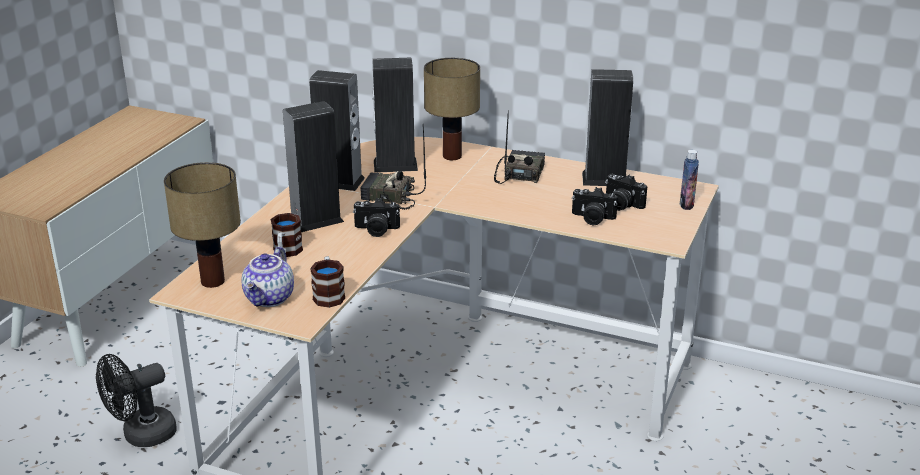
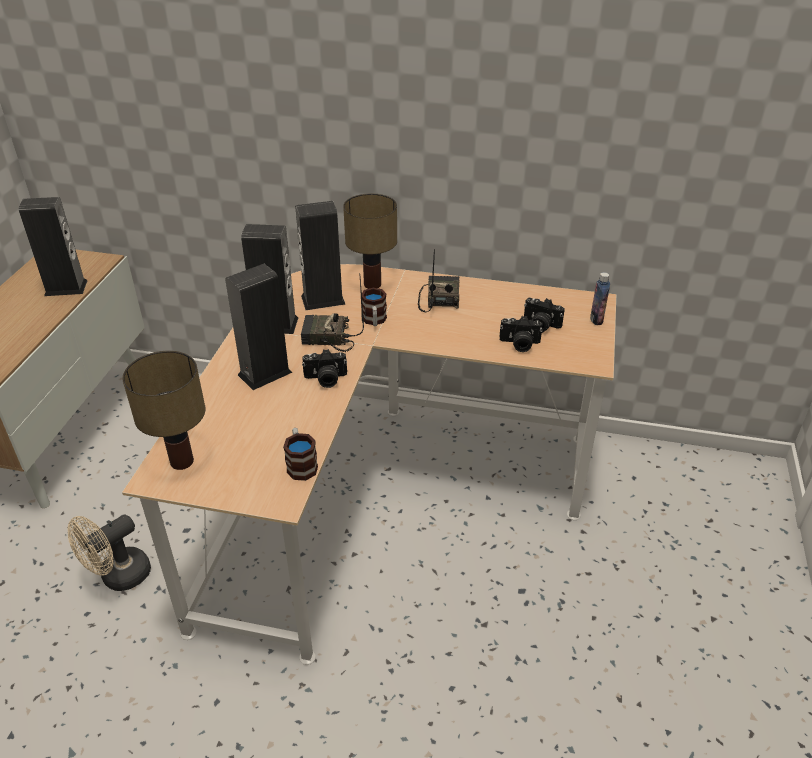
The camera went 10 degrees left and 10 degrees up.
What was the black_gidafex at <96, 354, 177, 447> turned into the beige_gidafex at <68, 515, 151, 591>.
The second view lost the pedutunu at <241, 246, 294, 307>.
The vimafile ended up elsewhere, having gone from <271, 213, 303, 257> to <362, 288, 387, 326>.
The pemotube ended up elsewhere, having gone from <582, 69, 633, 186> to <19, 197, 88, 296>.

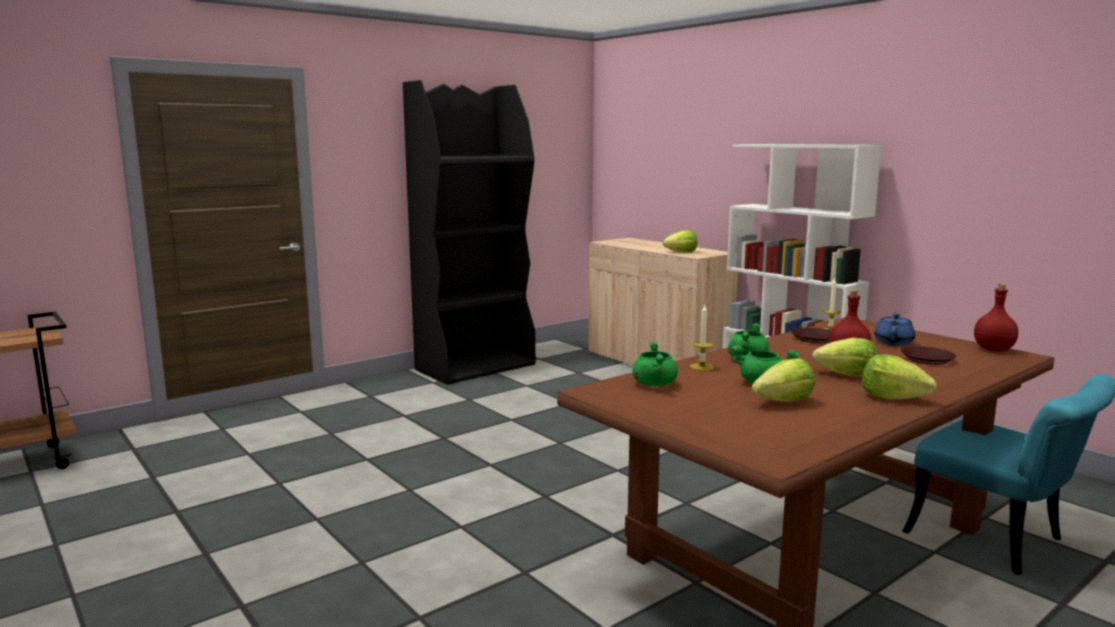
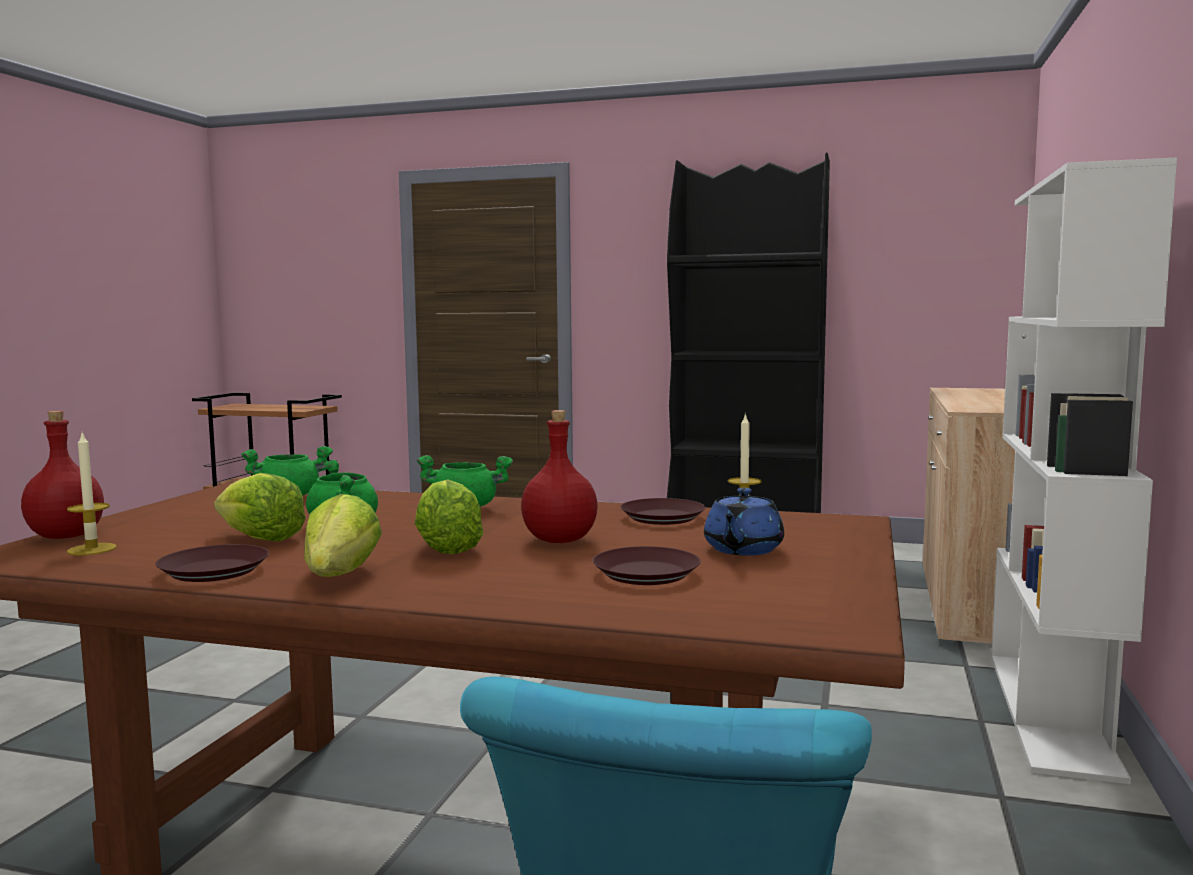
The camera went 55 degrees right and 5 degrees down.
The second view lost the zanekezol at <663, 230, 697, 253>.
The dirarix ended up elsewhere, having gone from <690, 305, 714, 371> to <67, 432, 117, 555>.
The blue_pedutunu at <874, 314, 915, 346> ended up facing another way, 120 degrees clockwise from before.
The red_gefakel ended up elsewhere, having gone from <974, 284, 1018, 351> to <21, 411, 104, 539>.
The second view gained the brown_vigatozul at <155, 544, 269, 582>.

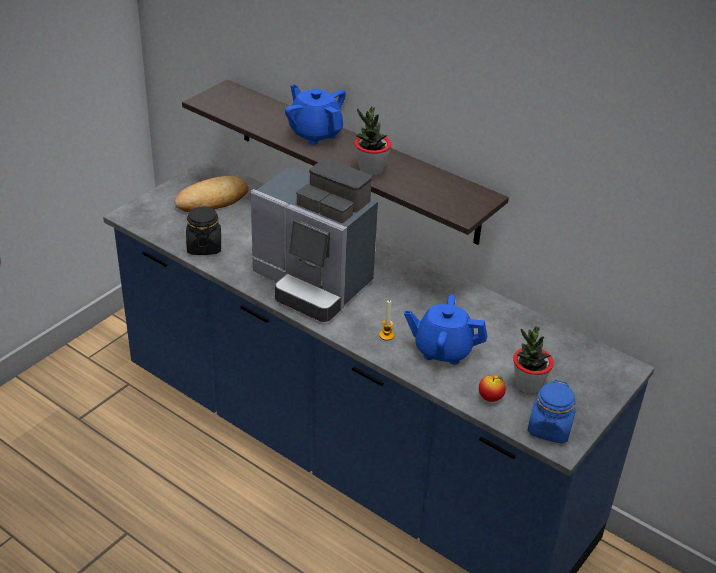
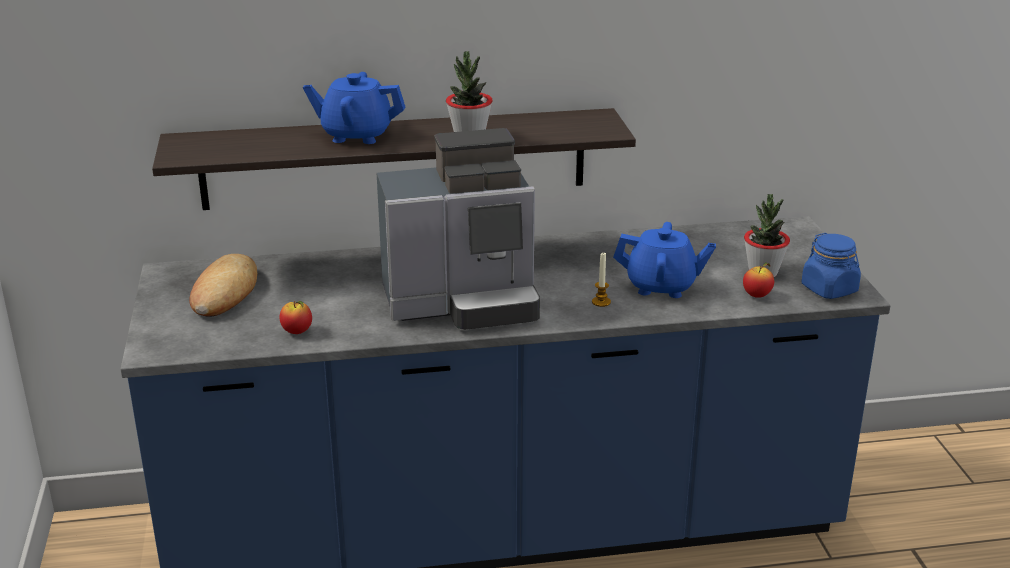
The camera went 45 degrees left and 10 degrees down.
Where the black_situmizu stood at <186, 206, 221, 255>, the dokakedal came to stand at <280, 301, 312, 334>.
The blue_pedutunu at <404, 294, 487, 365> ended up facing another way, 135 degrees counterclockwise from before.

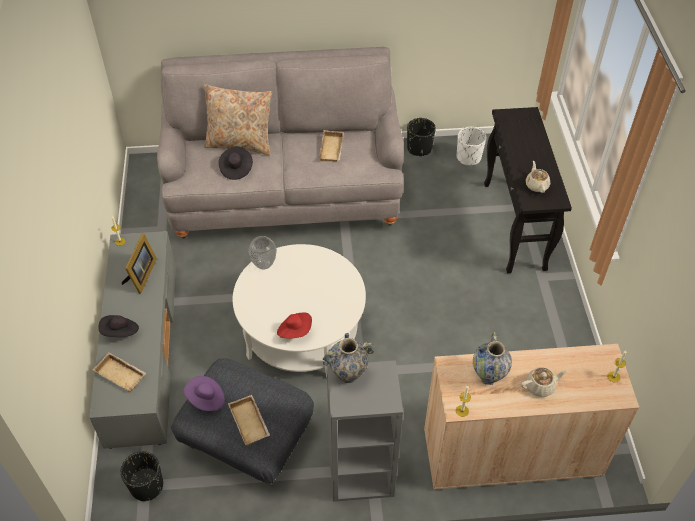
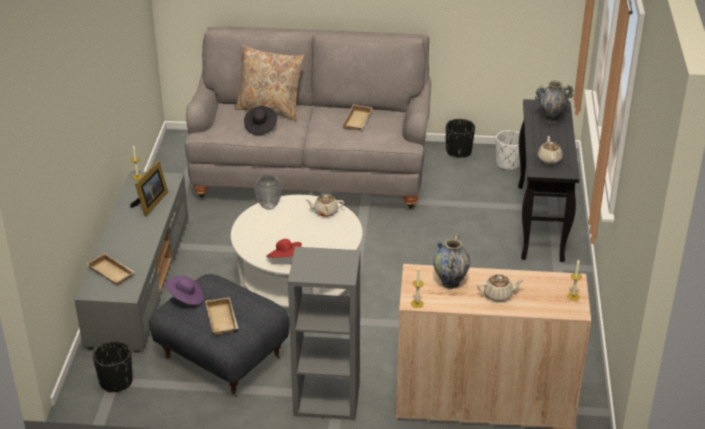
The camera went 10 degrees right and 15 degrees down.
The second view lost the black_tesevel at <98, 315, 139, 337>.
The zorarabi ended up elsewhere, having gone from <323, 333, 374, 383> to <535, 80, 574, 123>.
The second view gained the beige_pedutunu at <305, 194, 344, 217>.

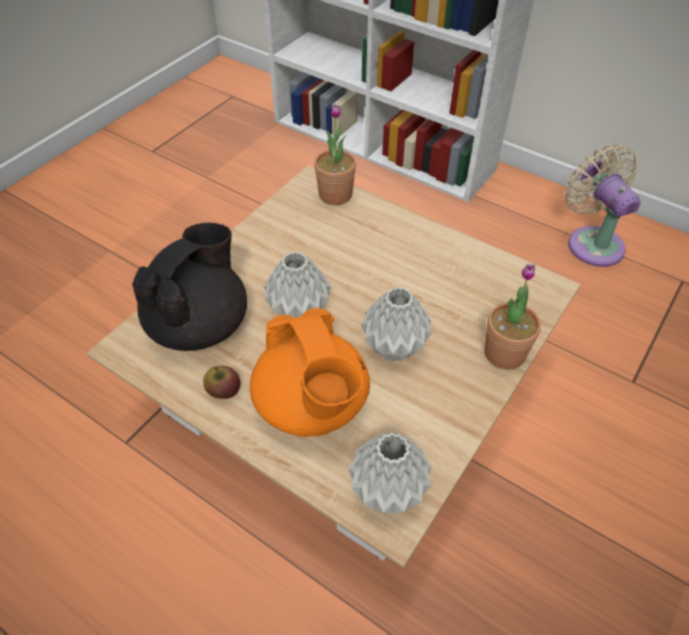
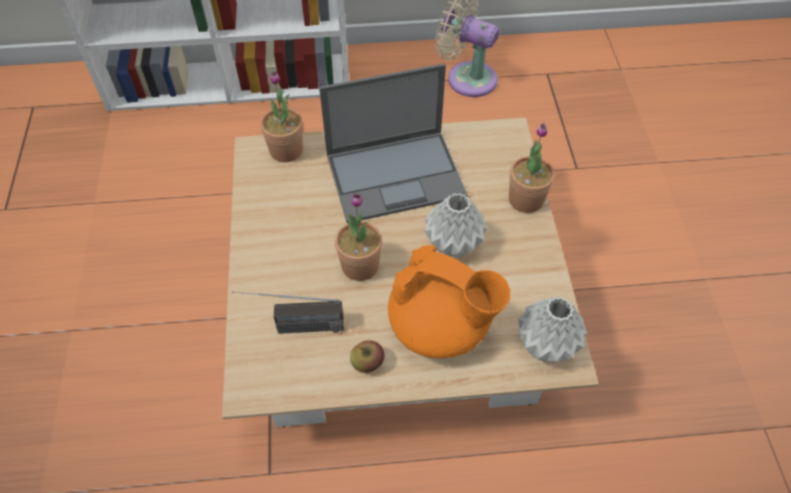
The camera went 40 degrees left and 5 degrees up.
Where the black_pedutunu stood at <132, 223, 247, 351>, the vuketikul came to stand at <232, 291, 344, 334>.
Where the grey_zorarabi stood at <264, 251, 331, 318>, the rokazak came to stand at <335, 193, 382, 281>.
The second view gained the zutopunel at <319, 63, 468, 223>.

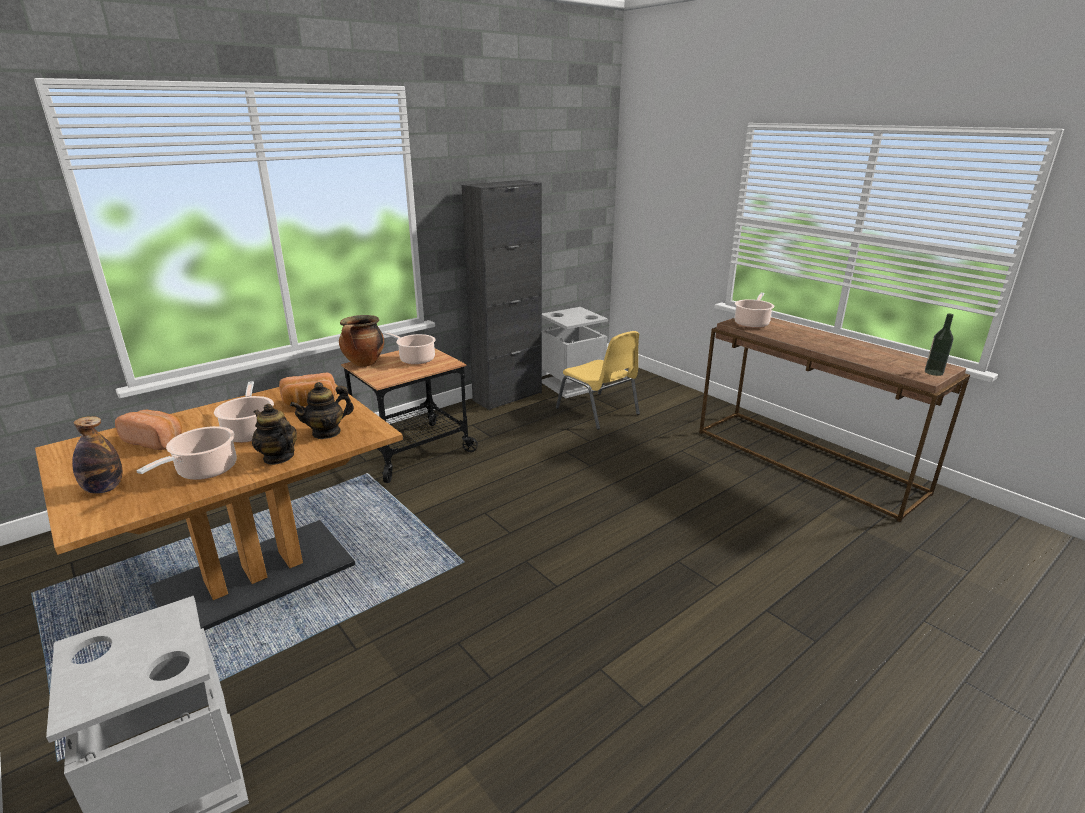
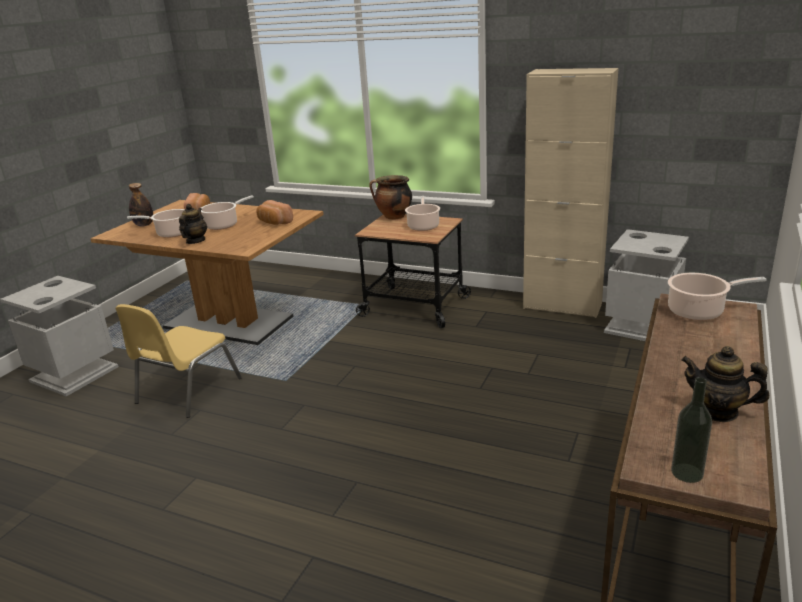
The camera went 65 degrees right and 0 degrees up.
The pedutunu ended up elsewhere, having gone from <290, 382, 354, 439> to <681, 346, 769, 422>.
What was the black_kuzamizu at <462, 180, 542, 410> turned into the beige_kuzamizu at <523, 68, 619, 318>.
The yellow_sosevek ended up elsewhere, having gone from <556, 331, 640, 430> to <115, 304, 242, 418>.

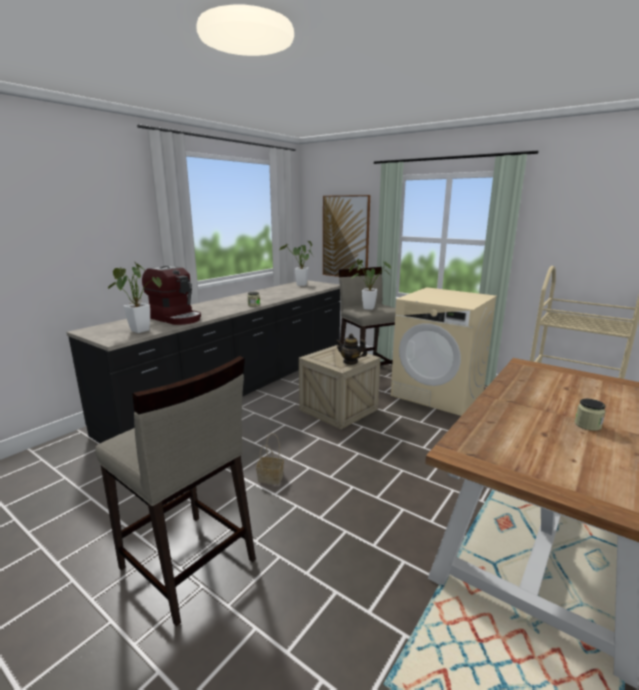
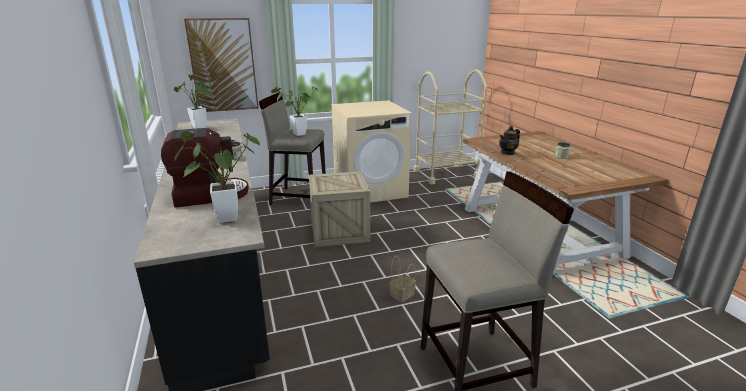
The camera went 55 degrees left and 5 degrees up.
The pedutunu ended up elsewhere, having gone from <336, 334, 367, 365> to <499, 126, 520, 155>.

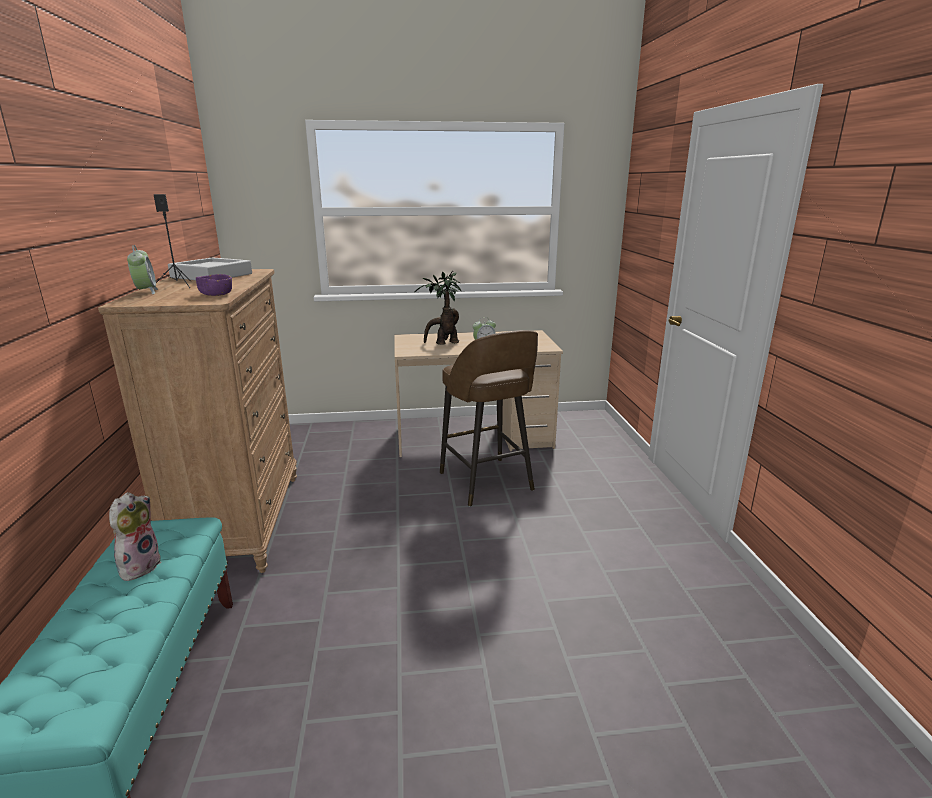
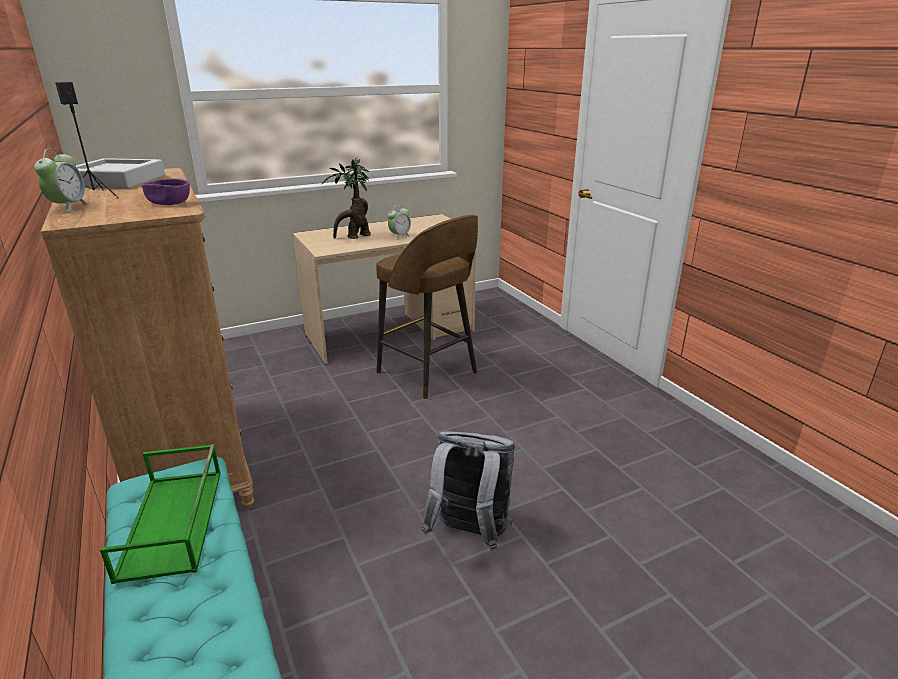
The camera went 20 degrees left and 5 degrees up.
Where the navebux stood at <109, 492, 162, 581>, the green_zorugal came to stand at <100, 444, 221, 584>.
The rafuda at <127, 245, 158, 294> ended up facing another way, 45 degrees clockwise from before.
The second view gained the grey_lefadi at <422, 431, 515, 551>.

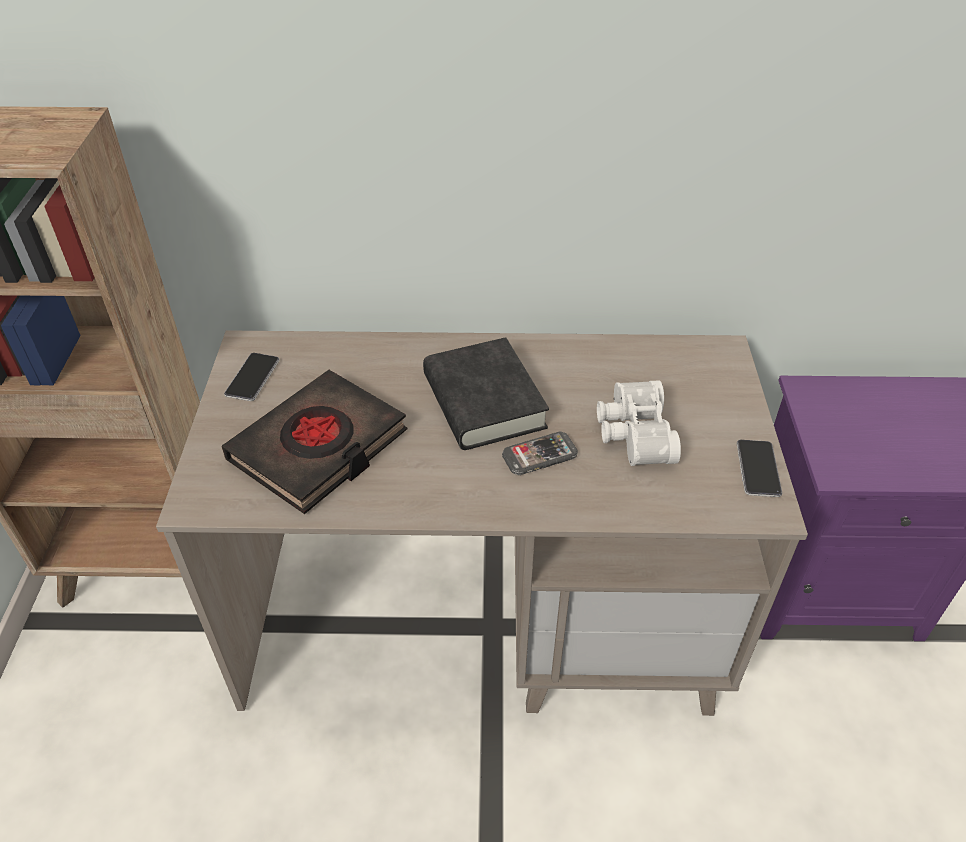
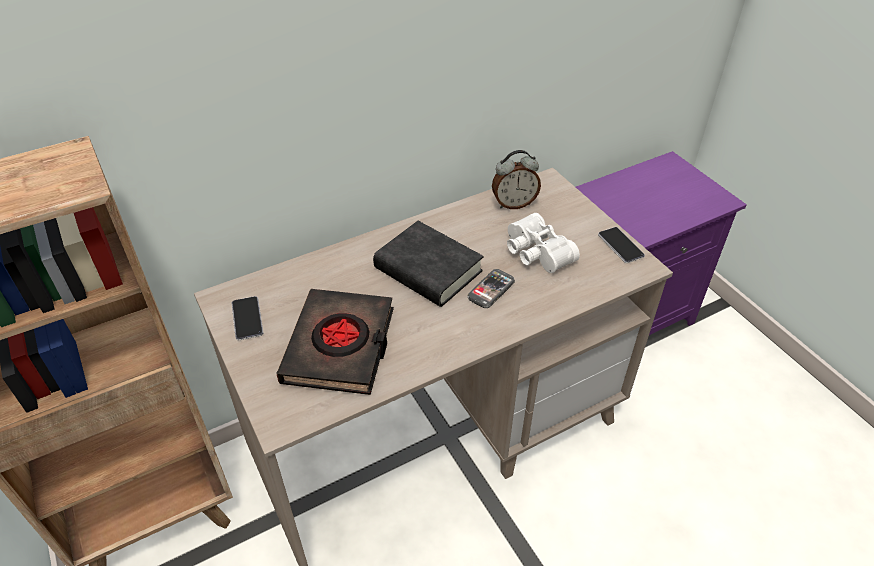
The camera went 30 degrees left and 0 degrees up.
The second view gained the rafuda at <492, 150, 541, 209>.

